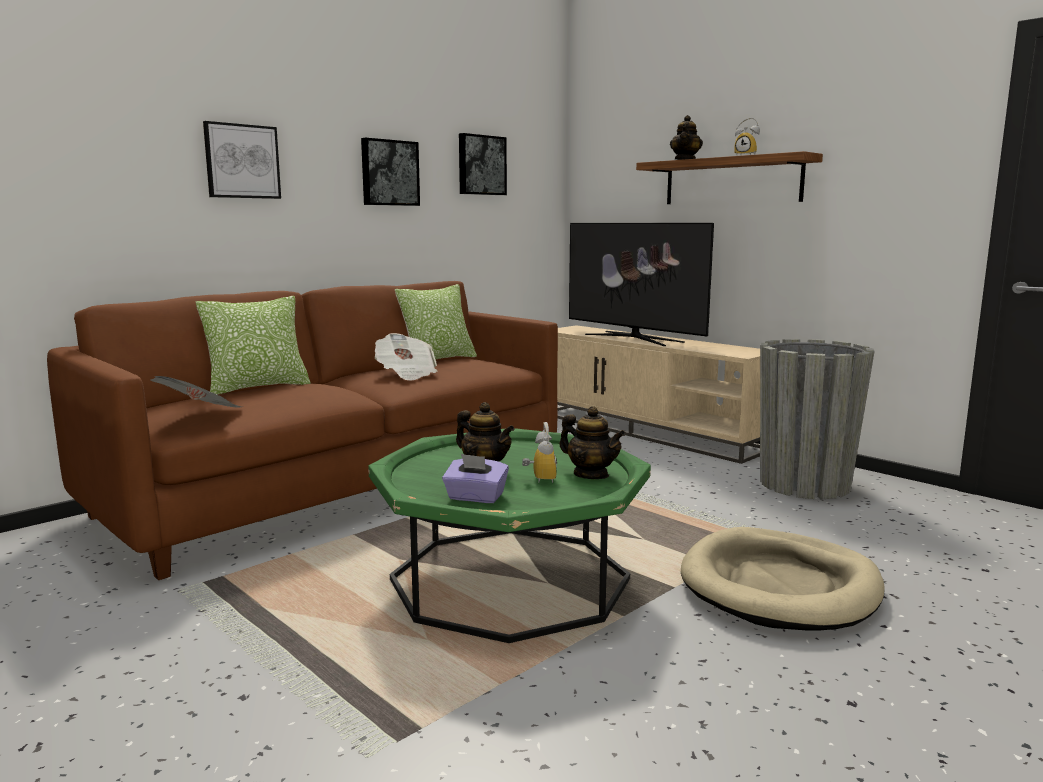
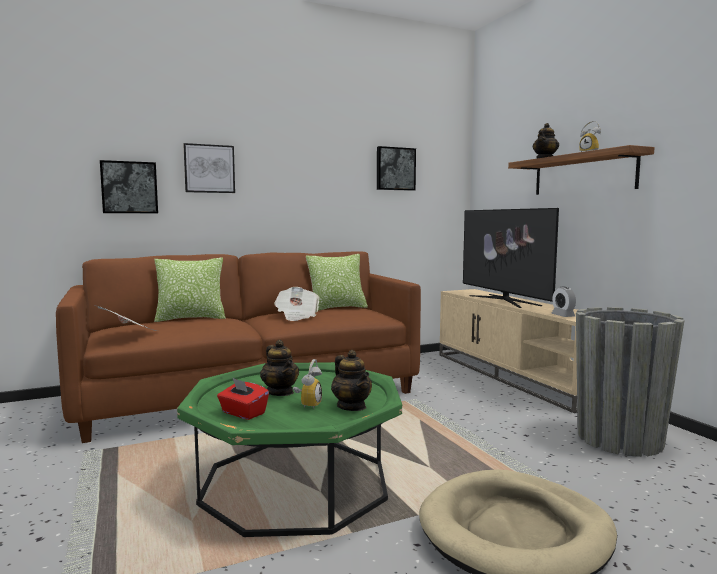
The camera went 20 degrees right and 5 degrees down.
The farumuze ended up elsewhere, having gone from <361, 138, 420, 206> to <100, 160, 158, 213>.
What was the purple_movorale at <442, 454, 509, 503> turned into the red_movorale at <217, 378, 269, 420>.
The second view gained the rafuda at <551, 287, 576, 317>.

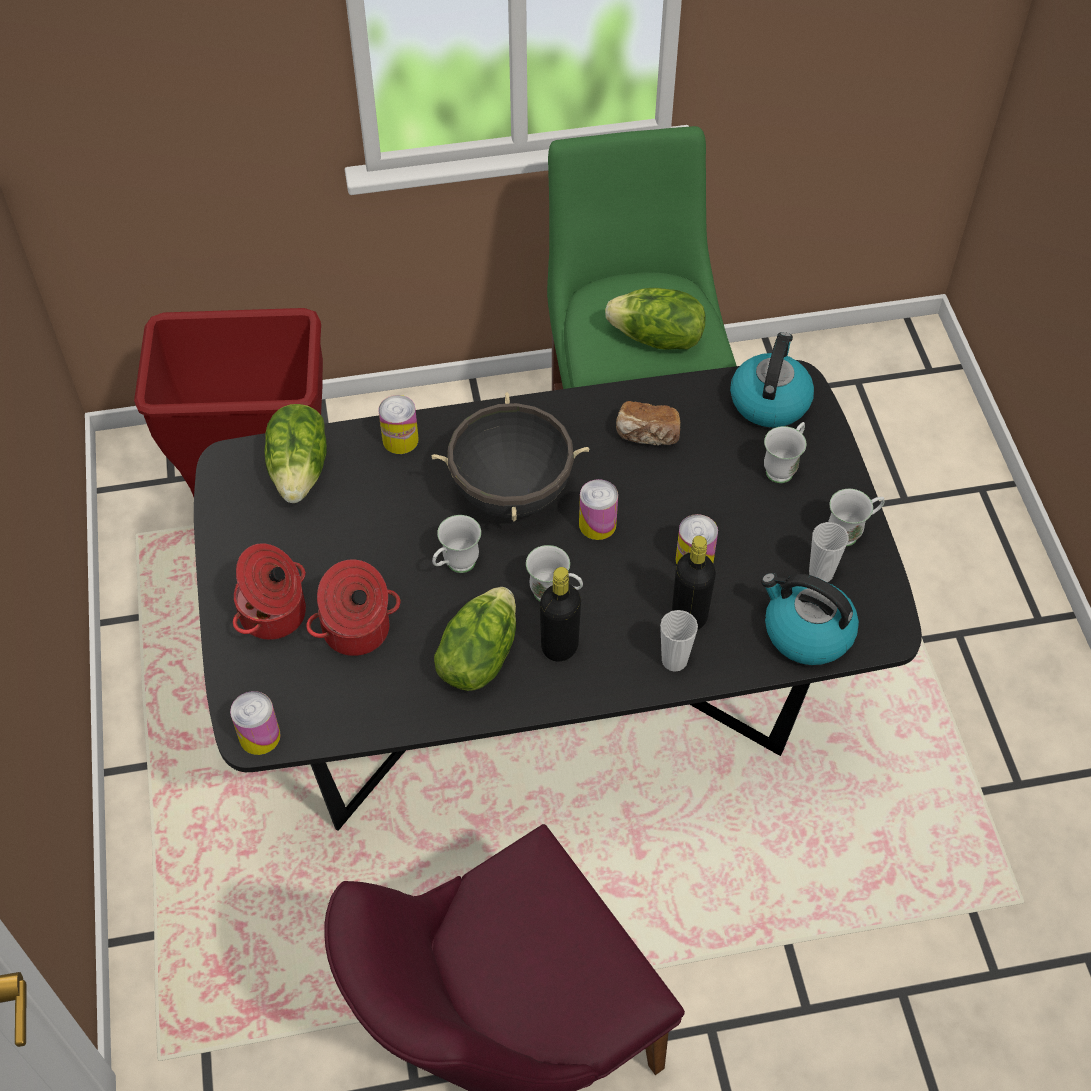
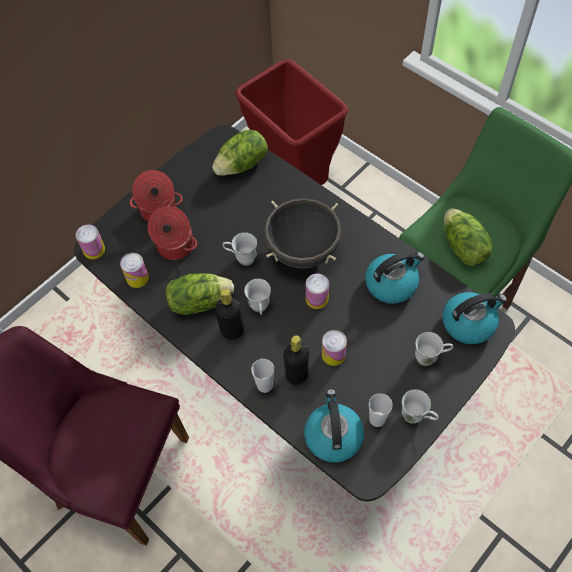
The camera went 55 degrees right and 5 degrees up.
The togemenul ended up elsewhere, having gone from <378, 395, 419, 454> to <120, 253, 149, 288>.
Where the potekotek stood at <616, 401, 680, 445>, the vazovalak came to stand at <365, 252, 425, 304>.

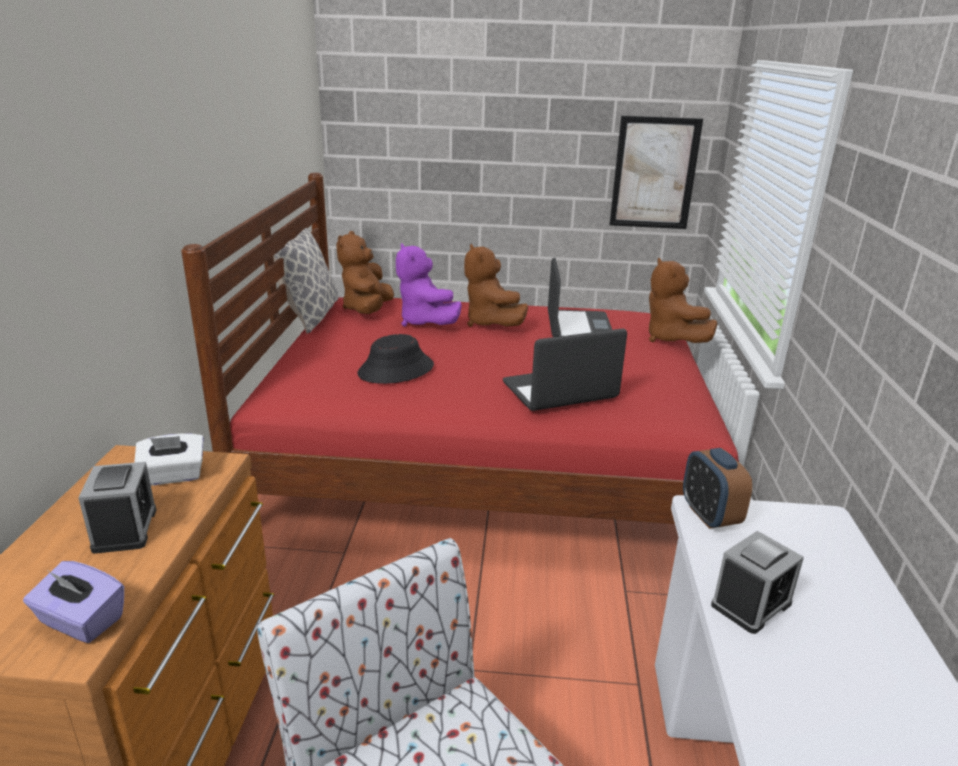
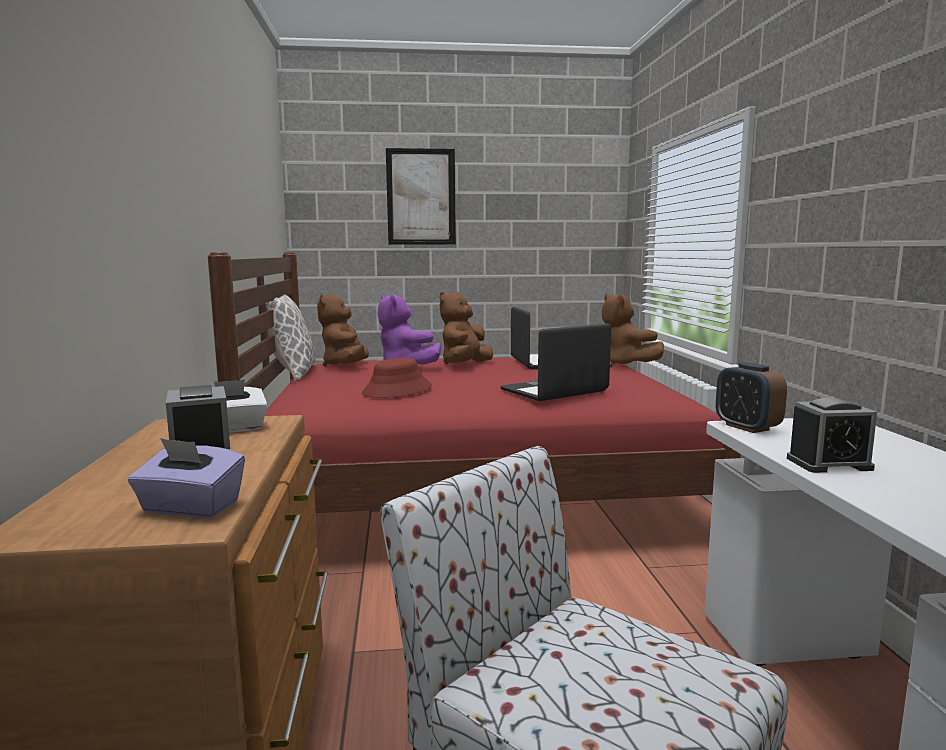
The camera went 10 degrees left and 15 degrees down.
What was the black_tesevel at <358, 334, 434, 384> turned into the red_tesevel at <362, 358, 432, 398>.
The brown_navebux at <464, 244, 528, 327> ended up facing another way, 60 degrees clockwise from before.
The farumuze ended up elsewhere, having gone from <610, 116, 703, 229> to <386, 148, 456, 245>.
The rafuda at <711, 531, 804, 634> ended up facing another way, 45 degrees clockwise from before.

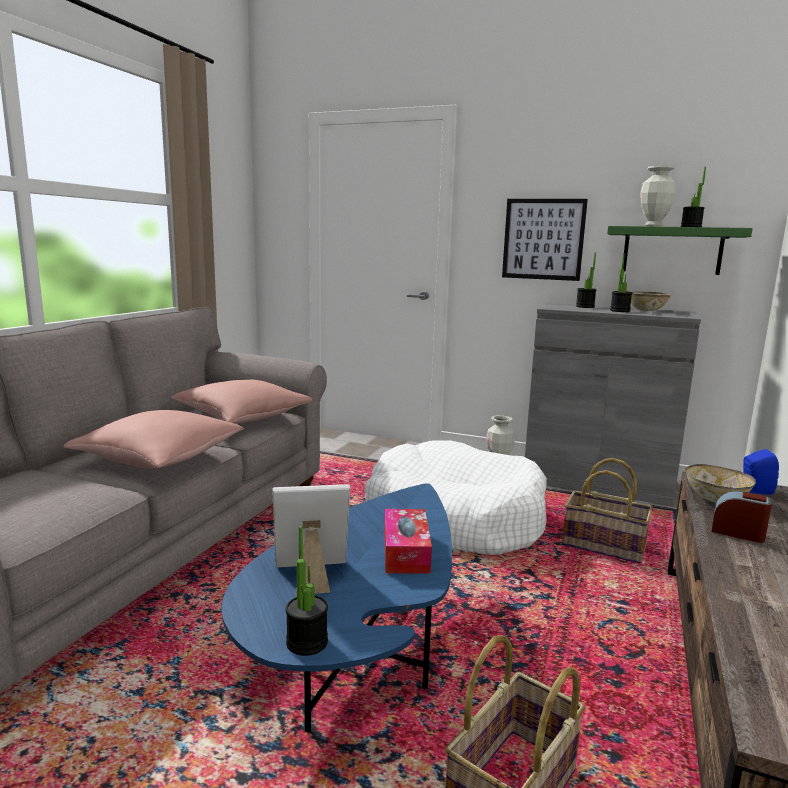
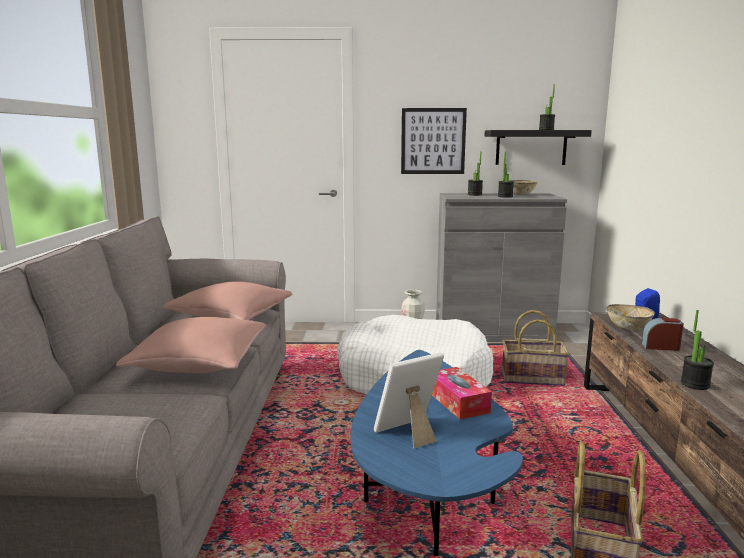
The camera went 20 degrees left and 0 degrees up.
The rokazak ended up elsewhere, having gone from <286, 526, 328, 656> to <681, 310, 714, 390>.
What was the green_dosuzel at <607, 226, 753, 275> turned into the black_dosuzel at <485, 130, 592, 165>.
The second view lost the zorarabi at <640, 165, 676, 227>.

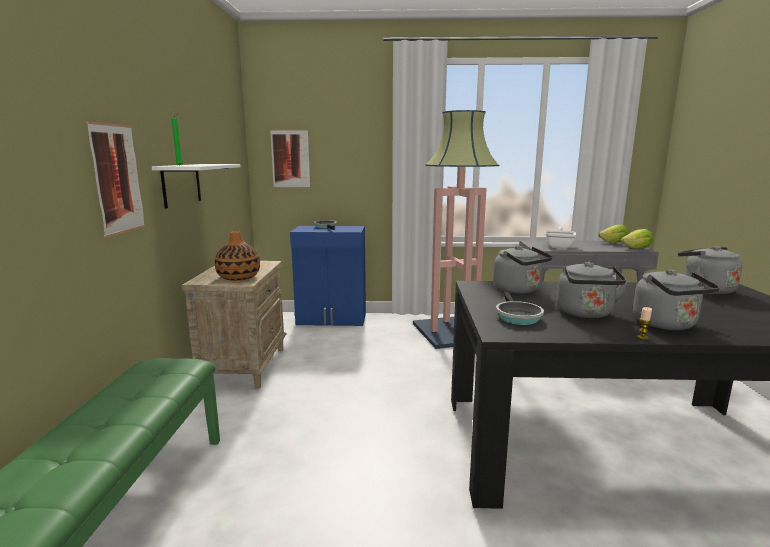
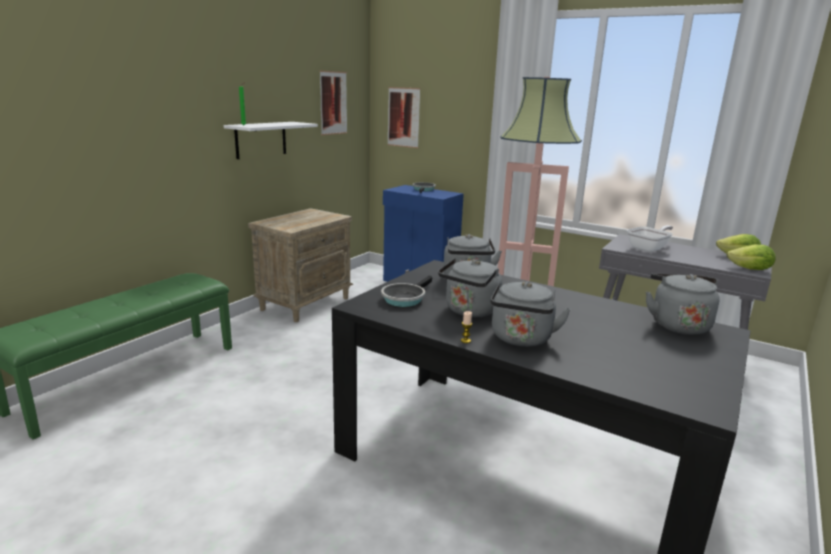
The camera went 30 degrees right and 5 degrees up.
The farumuze ended up elsewhere, having gone from <86, 121, 145, 237> to <319, 71, 347, 135>.
The second view lost the zorarabi at <215, 231, 260, 280>.

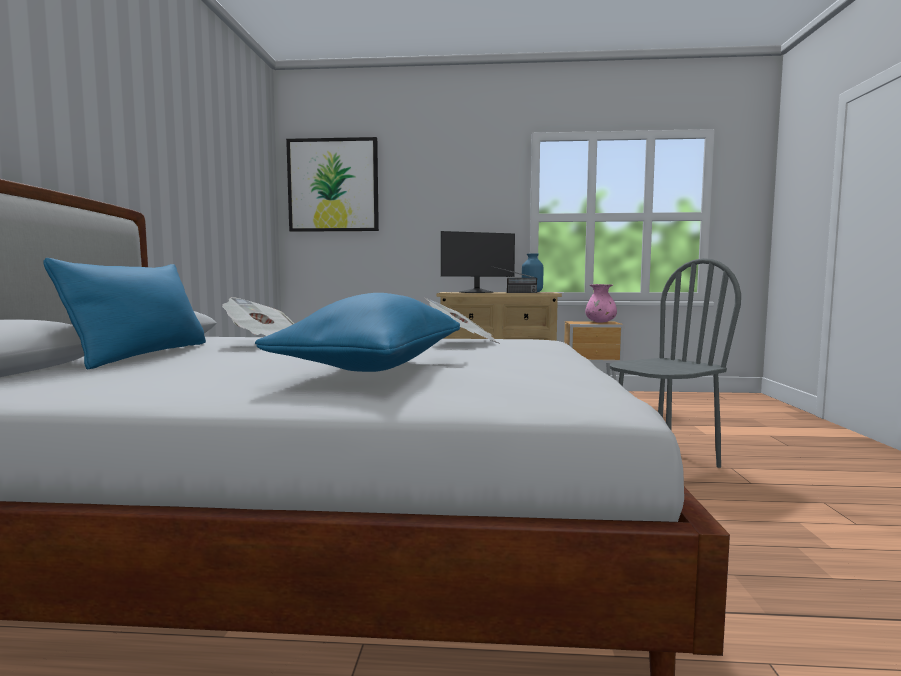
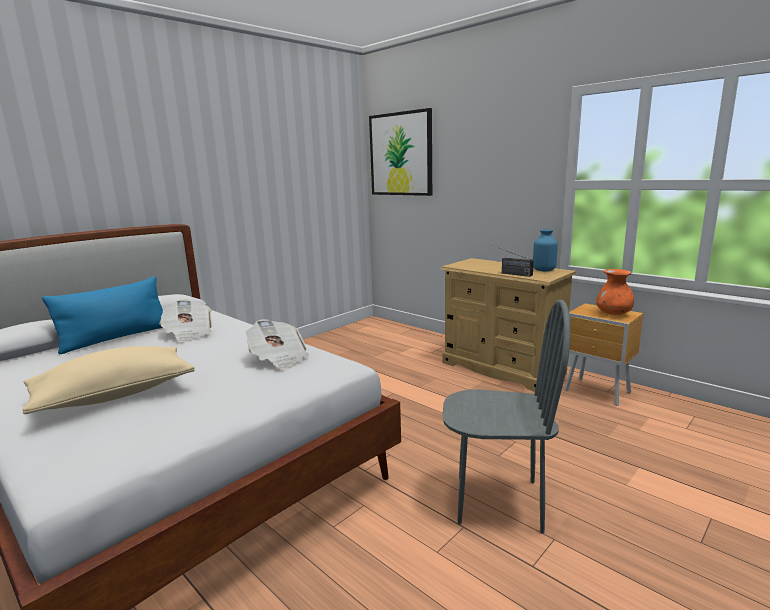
The camera went 40 degrees right and 10 degrees up.
What was the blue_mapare at <255, 293, 460, 372> turned into the beige_mapare at <23, 346, 195, 414>.
The second view lost the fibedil at <441, 231, 515, 293>.
What was the pink_zorarabi at <585, 284, 617, 323> turned into the orange_zorarabi at <596, 269, 634, 315>.

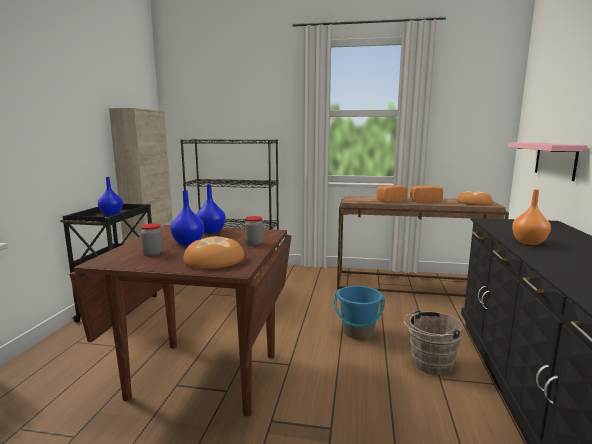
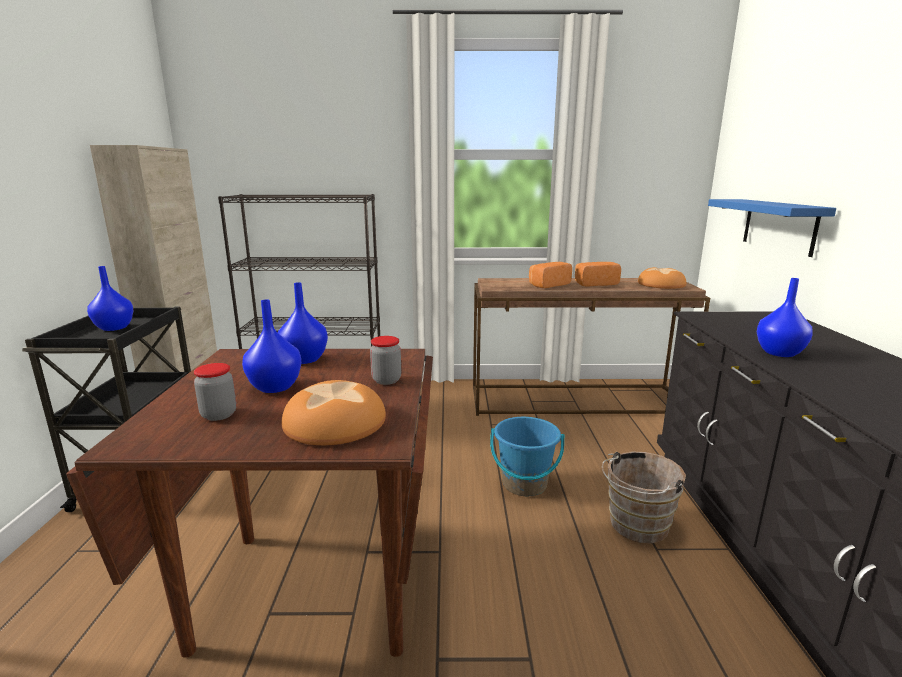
The camera went 10 degrees left and 5 degrees up.
What was the pink_dosuzel at <508, 142, 588, 181> turned into the blue_dosuzel at <708, 199, 836, 257>.
What was the orange_zorarabi at <512, 190, 551, 245> turned into the blue_zorarabi at <757, 278, 813, 357>.

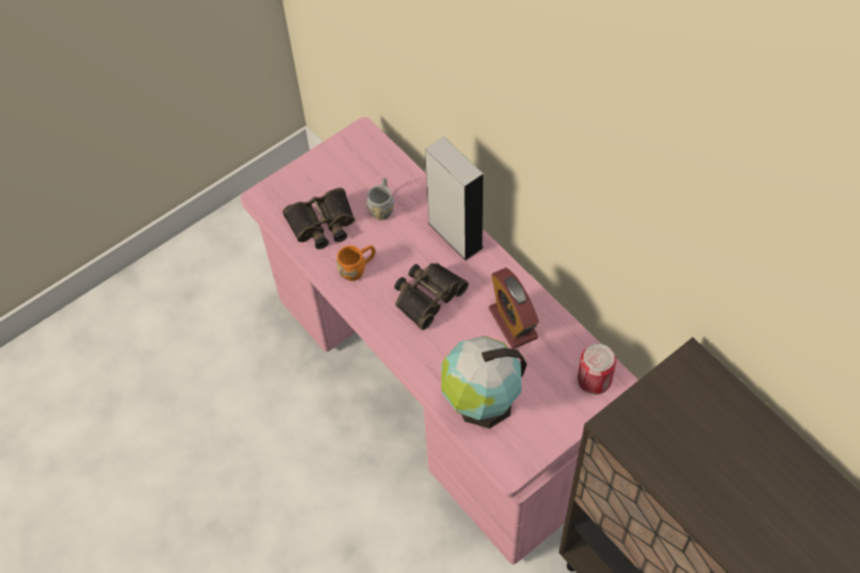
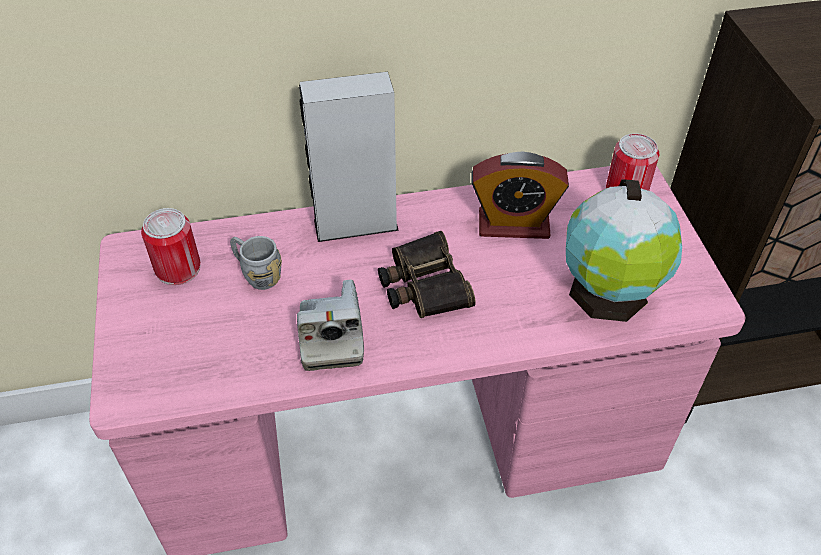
The camera went 65 degrees left and 10 degrees down.
The second view lost the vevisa at <282, 188, 355, 249>.
Where the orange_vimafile stood at <336, 245, 375, 281>, the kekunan came to stand at <297, 280, 364, 371>.
The second view gained the togemenul at <141, 208, 200, 285>.

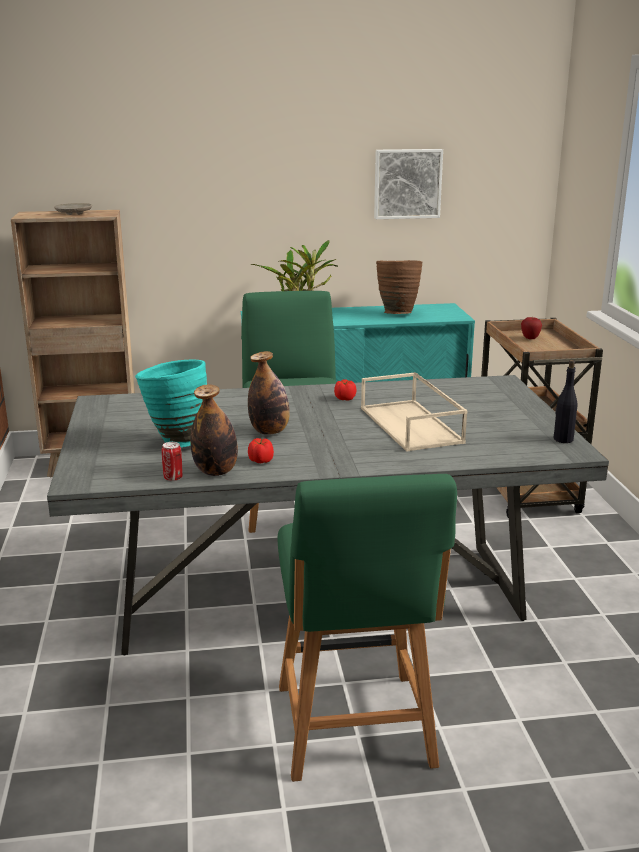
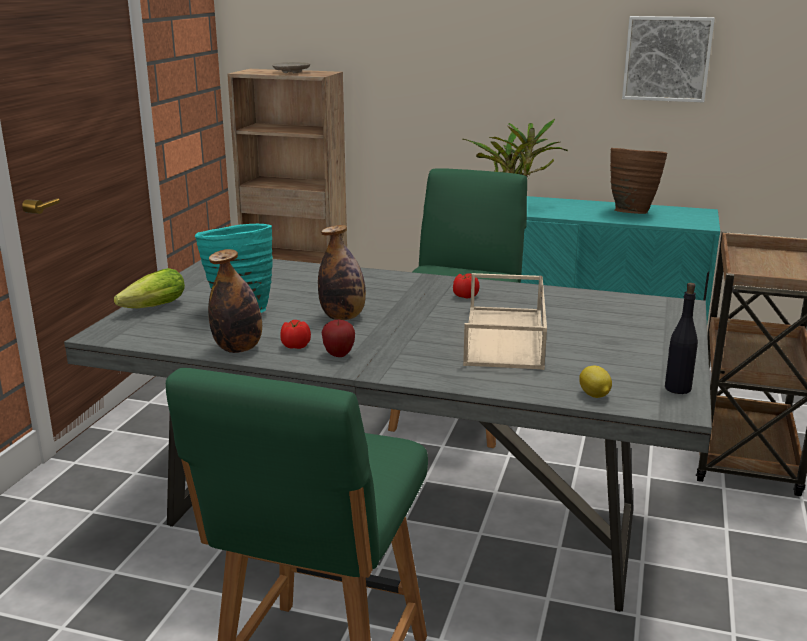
The camera went 25 degrees right and 0 degrees up.
The second view lost the togemenul at <162, 442, 183, 481>.
The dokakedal ended up elsewhere, having gone from <521, 317, 542, 339> to <321, 320, 355, 357>.
The second view gained the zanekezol at <114, 268, 185, 308>.
The second view gained the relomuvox at <579, 365, 612, 398>.

